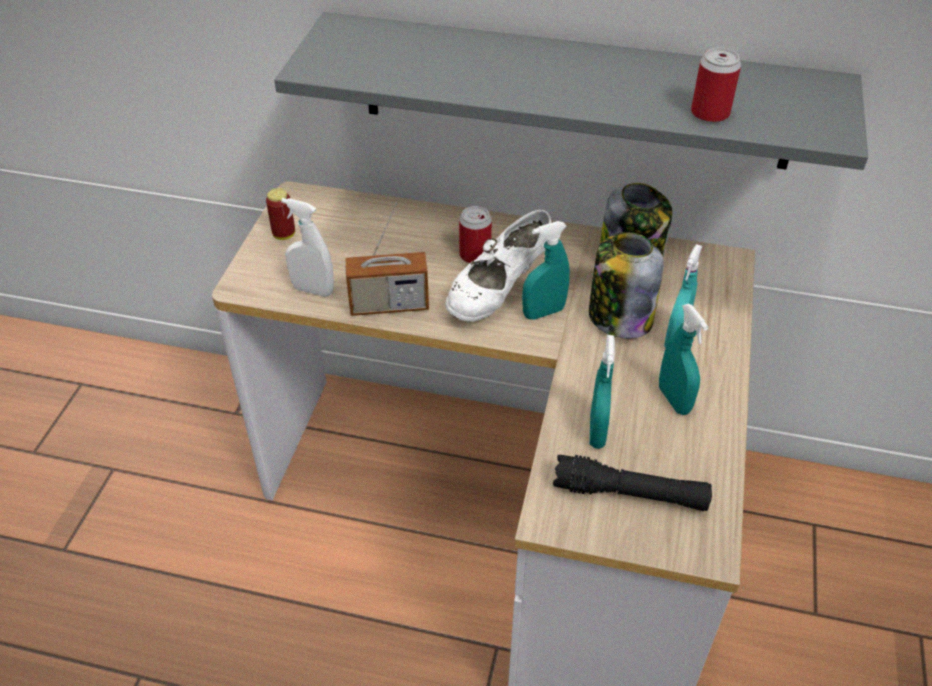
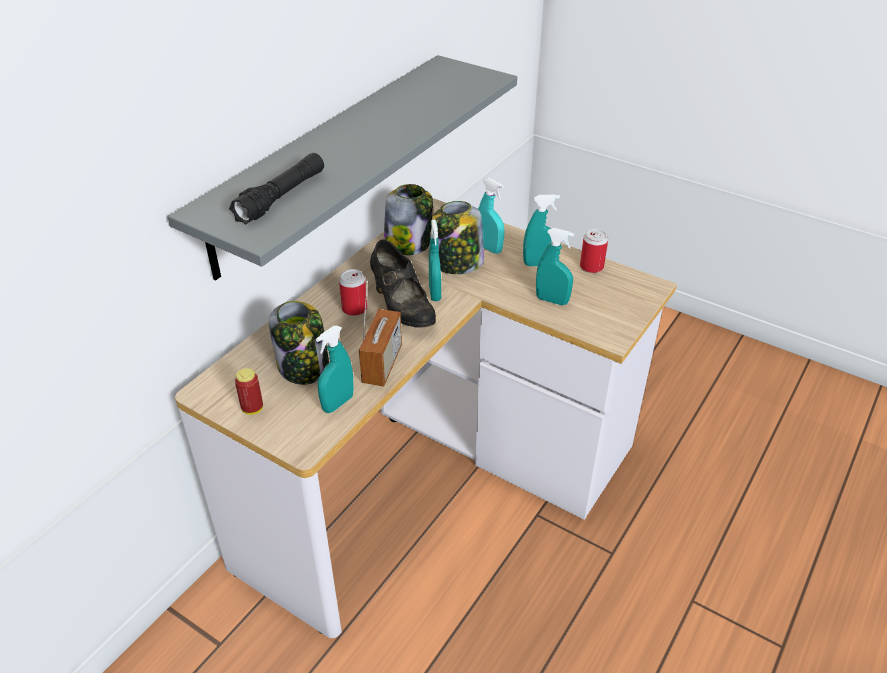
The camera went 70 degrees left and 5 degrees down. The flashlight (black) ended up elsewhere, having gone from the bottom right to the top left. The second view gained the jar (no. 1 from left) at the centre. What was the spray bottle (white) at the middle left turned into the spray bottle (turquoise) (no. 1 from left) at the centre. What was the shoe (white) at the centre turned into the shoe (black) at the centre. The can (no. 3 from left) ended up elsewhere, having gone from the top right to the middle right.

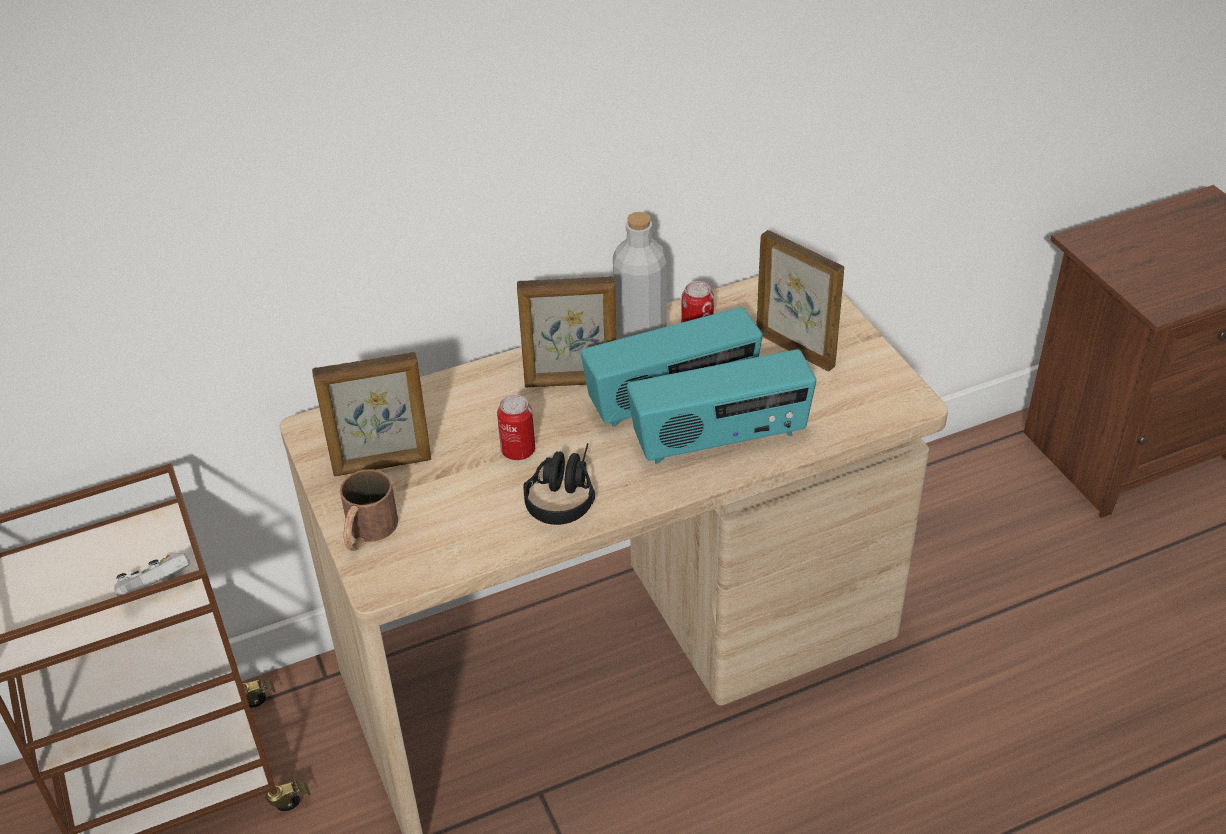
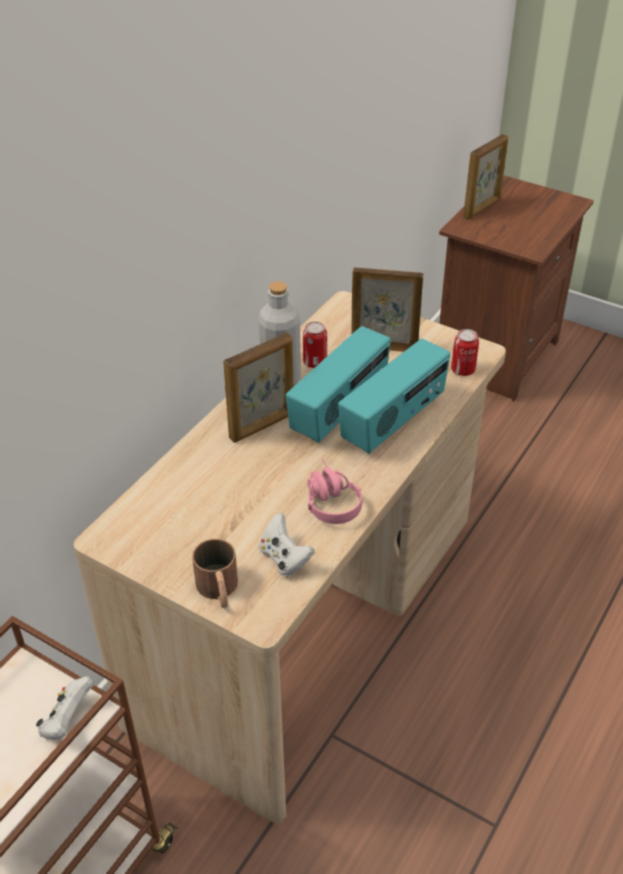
The camera went 35 degrees left and 0 degrees up. The second view gained the game controller (white) (no. 2 from left) at the centre. What was the headphones (black) at the centre turned into the headphones (pink) at the centre. The can (no. 1 from left in the first image) ended up elsewhere, having gone from the centre to the middle right. The picture frame (no. 1 from left in the first image) ended up elsewhere, having gone from the middle left to the top right.

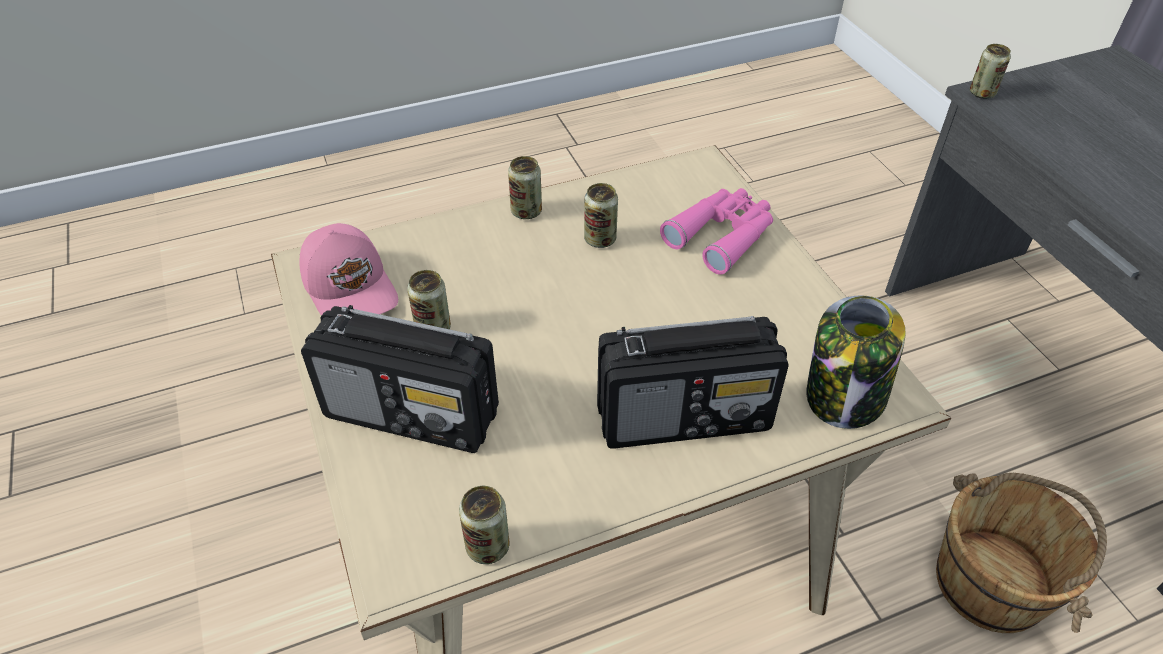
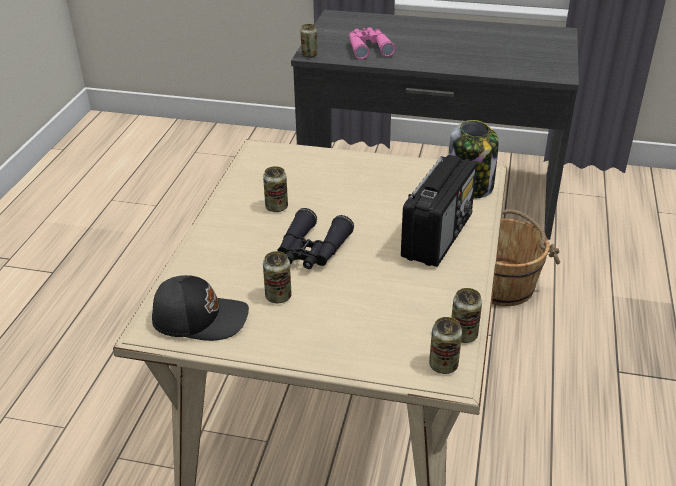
The camera went 55 degrees left and 10 degrees down. What was the cap (pink) at the middle left turned into the cap (black) at the middle left. The second view gained the binoculars (black) at the centre. The binoculars (pink) ended up elsewhere, having gone from the centre to the top centre. The can (no. 3 from left in the first image) ended up elsewhere, having gone from the top centre to the bottom centre. The second view lost the radio (no. 1 from left) at the centre.

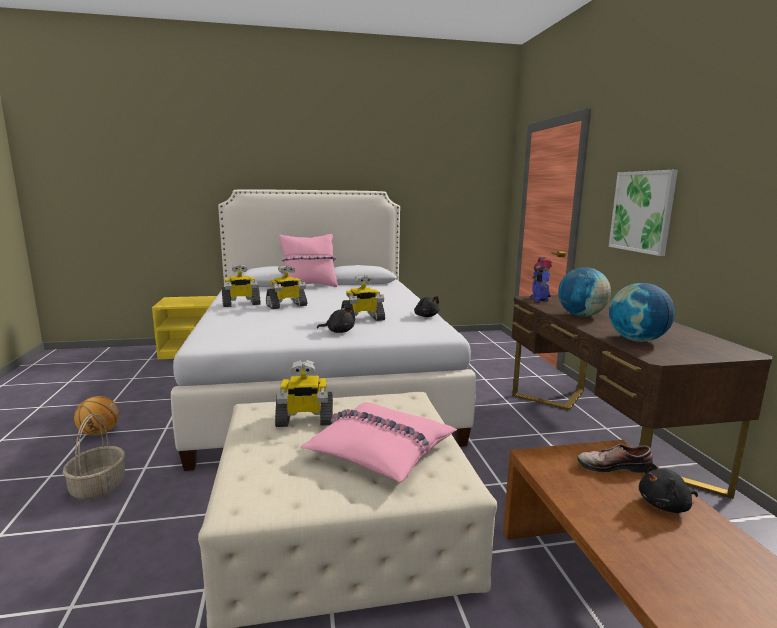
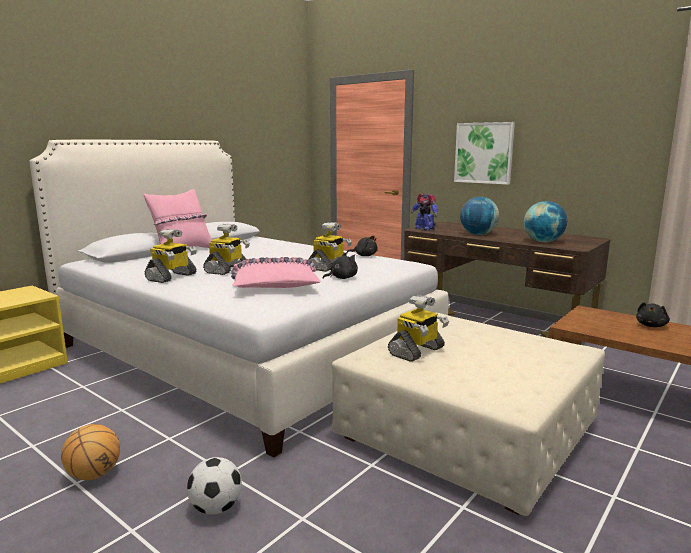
The camera went 40 degrees left and 0 degrees up. Where the basket stood at the bottom left, the football came to stand at the bottom left. The pillow (pink) (no. 2 from left) ended up elsewhere, having gone from the bottom centre to the centre. The second view lost the shoe at the bottom right.

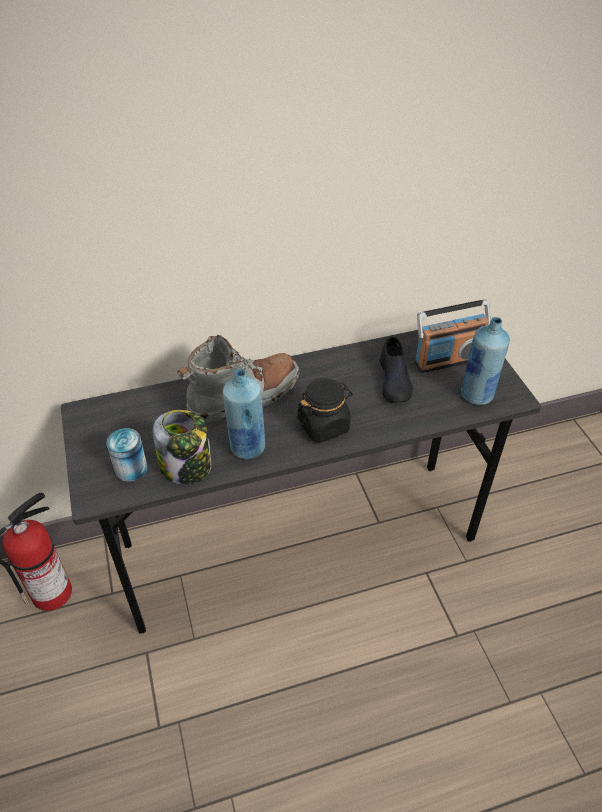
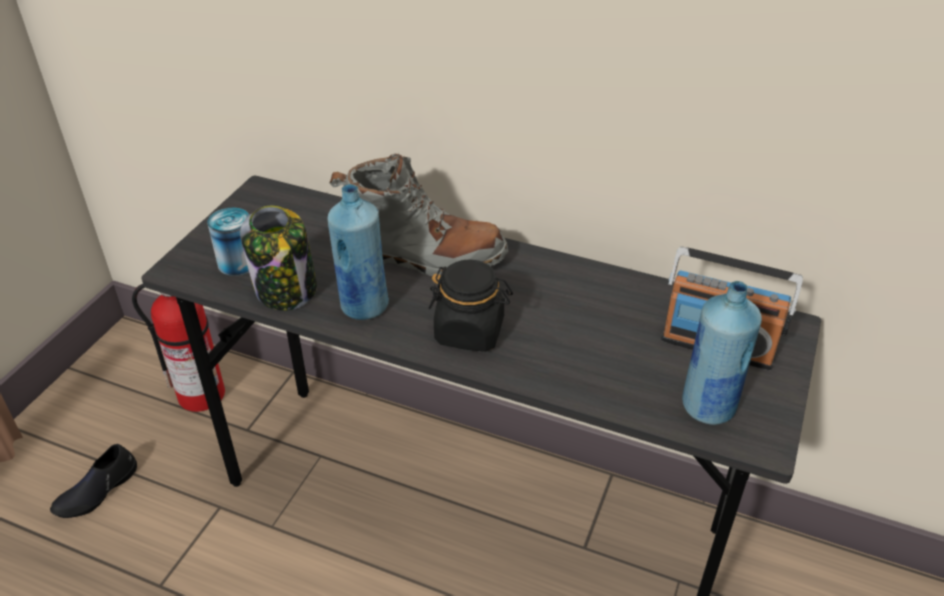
The camera went 40 degrees right and 5 degrees down. The shoe (black) ended up elsewhere, having gone from the centre to the bottom left.

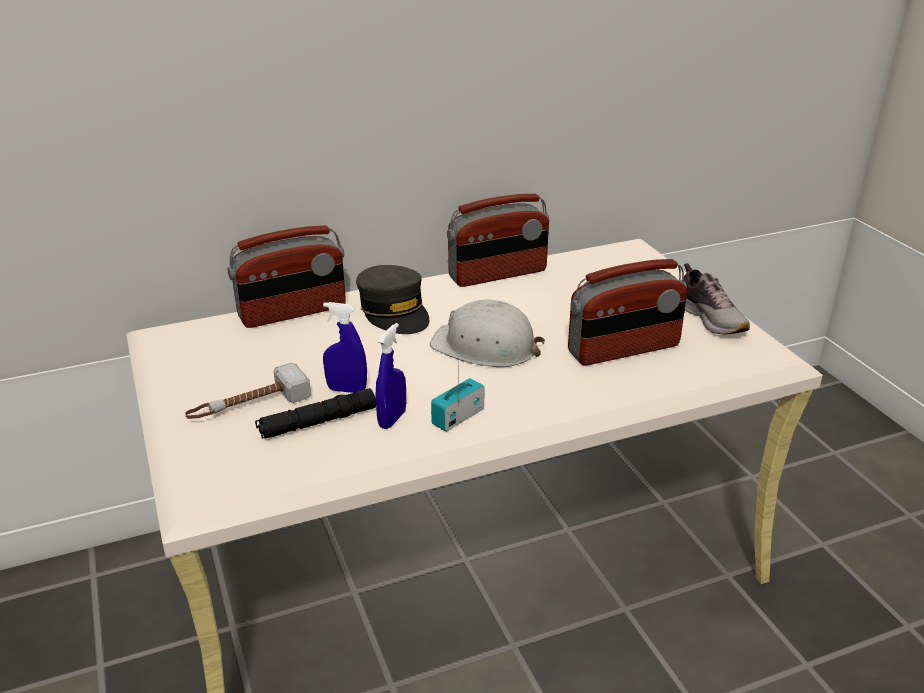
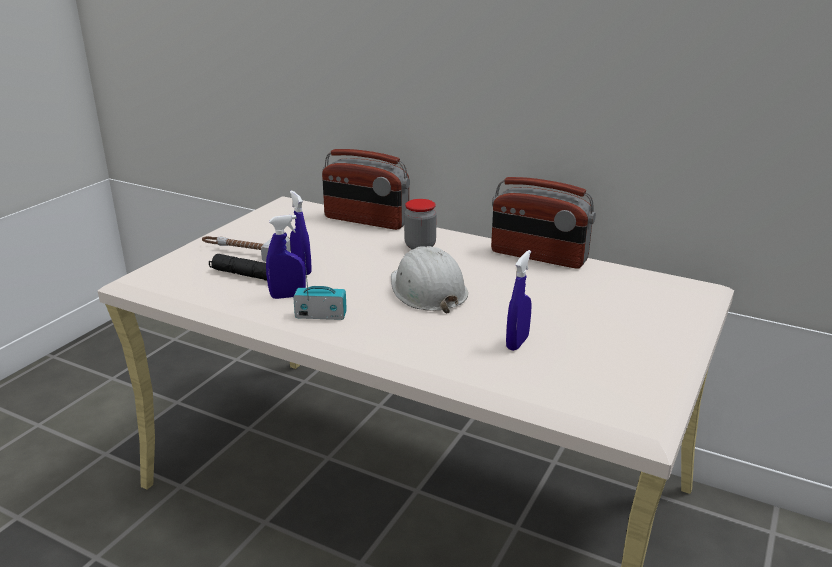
The camera went 50 degrees right and 5 degrees down. Where the cap (grey) stood at the centre, the jar came to stand at the centre. Where the radio (no. 4 from left) stood at the middle right, the spray bottle (blue) (no. 3 from left) came to stand at the centre. The second view lost the shoe at the middle right.

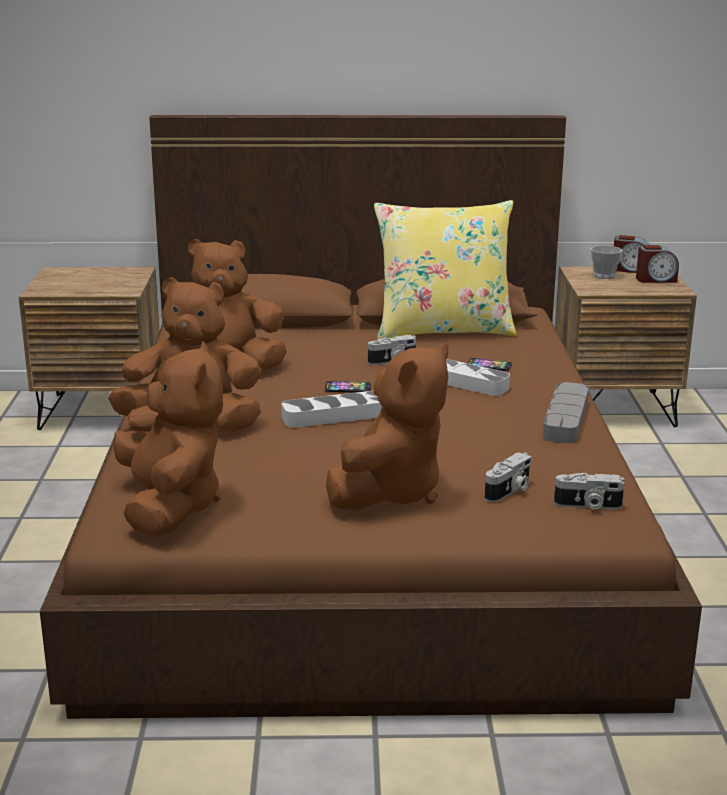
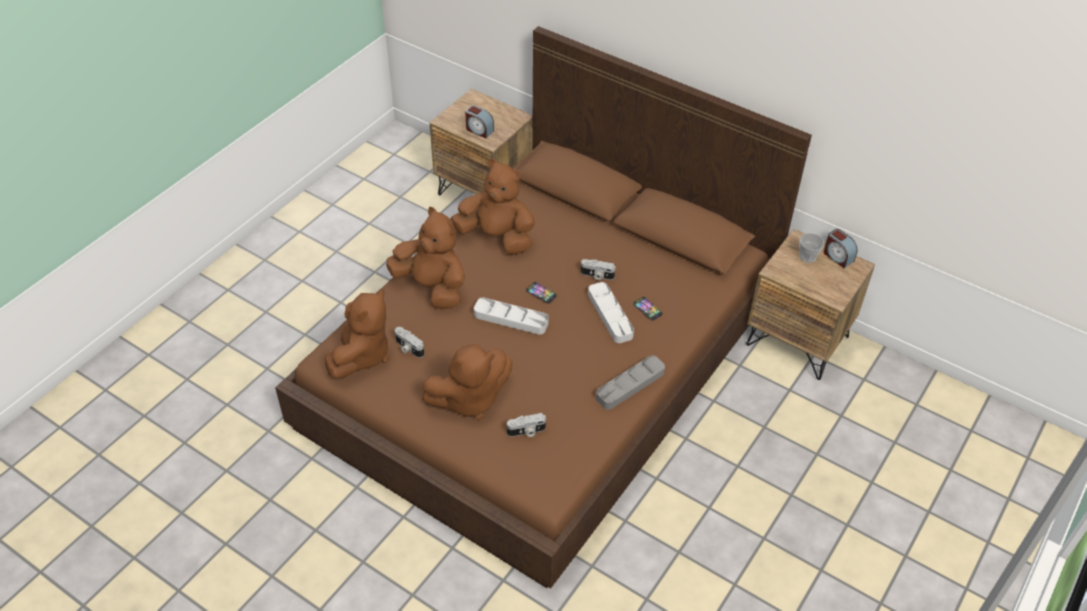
The camera went 35 degrees right and 25 degrees up. The photo camera (no. 3 from left in the first image) ended up elsewhere, having gone from the middle right to the centre. The alarm clock (no. 2 from left in the first image) ended up elsewhere, having gone from the top right to the top centre. The second view lost the pillow (yellow) at the centre.

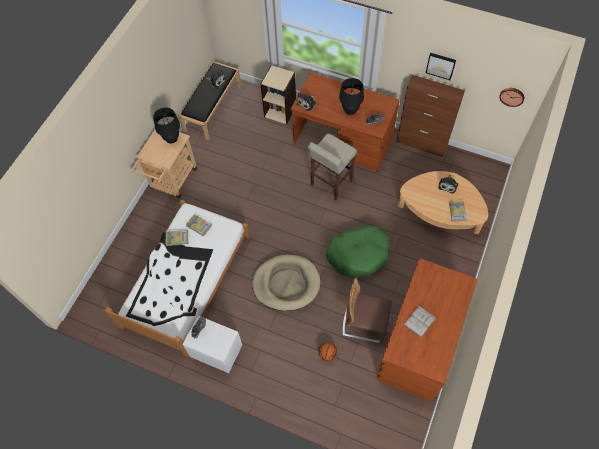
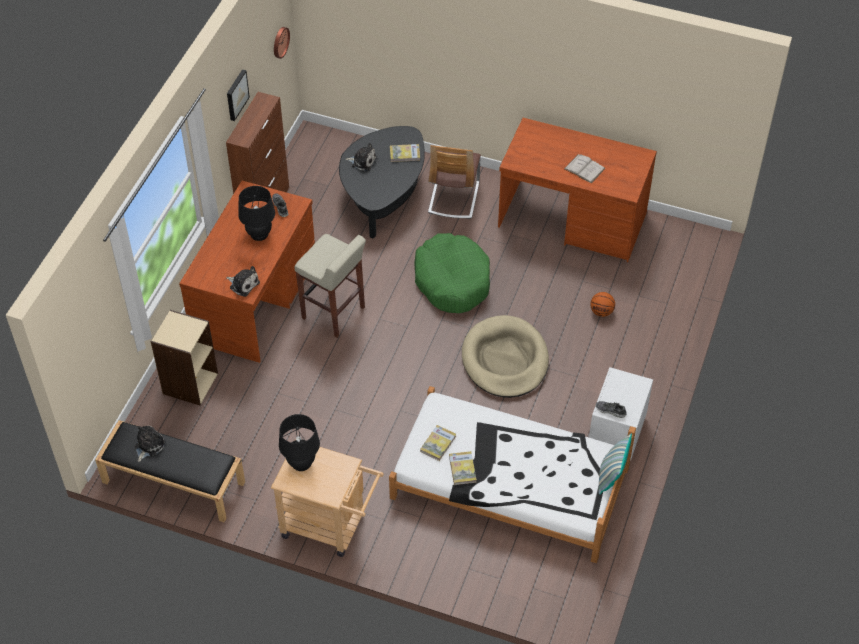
The camera went 95 degrees left and 10 degrees down. What was the coffee table (beige) at the middle right turned into the coffee table (black) at the top centre. The chair ended up elsewhere, having gone from the bottom centre to the top centre. The second view gained the pillow at the bottom right.

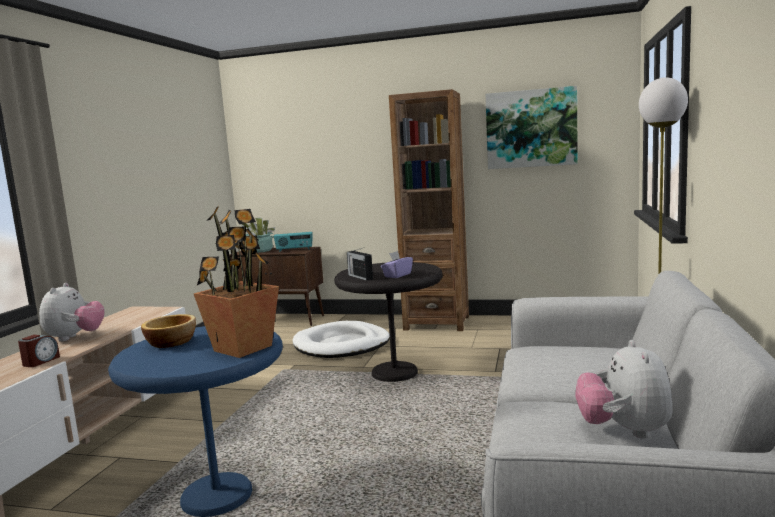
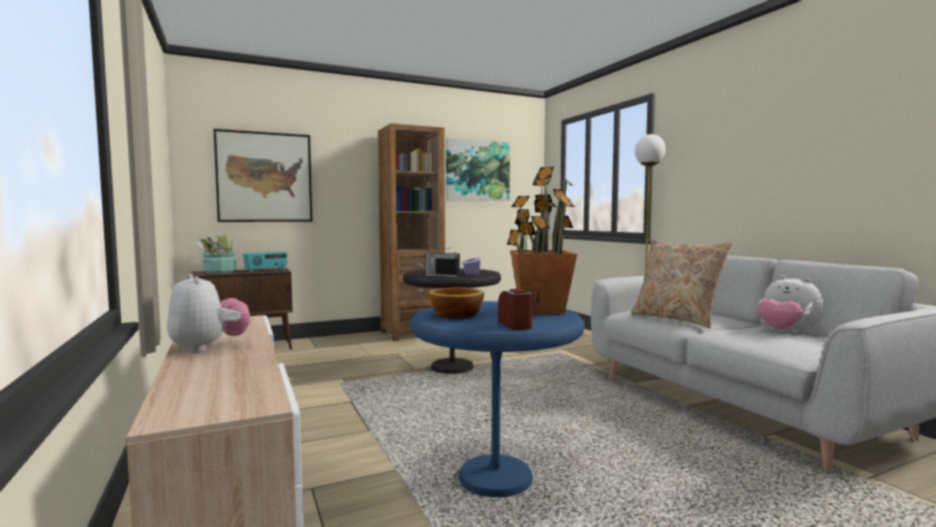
The camera went 40 degrees left and 5 degrees down. The second view gained the picture (no. 1 from left) at the top left. The alarm clock ended up elsewhere, having gone from the bottom left to the centre. The second view gained the pillow (beige) at the middle right. The second view lost the dog bed (white) at the centre.

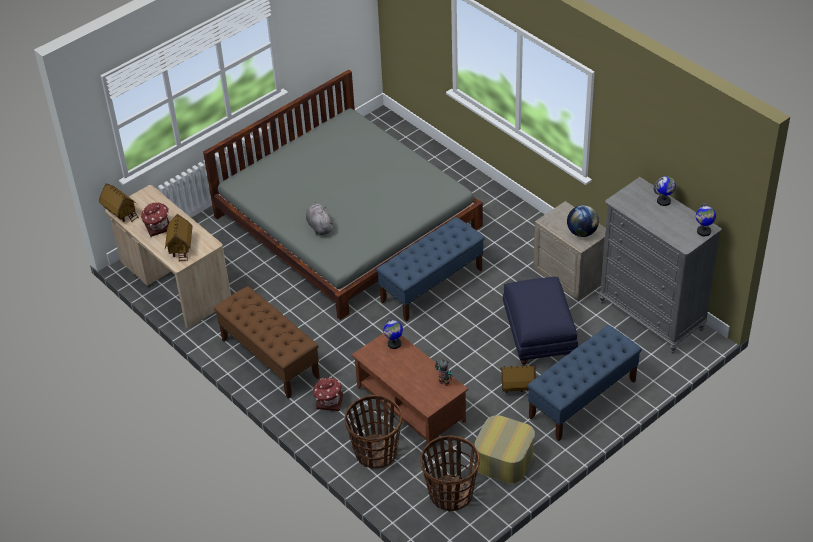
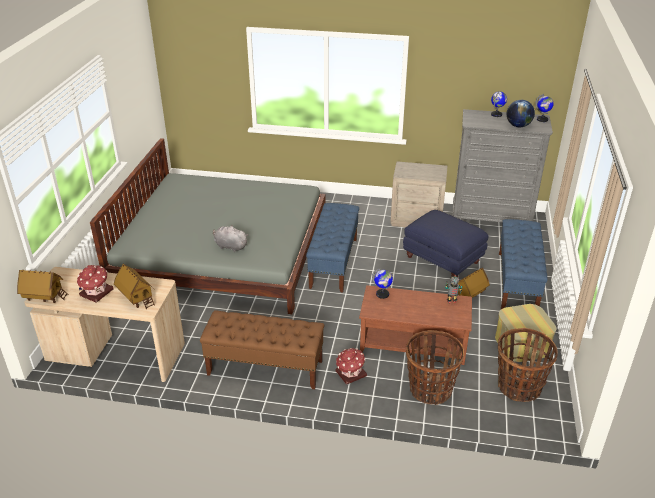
The camera went 40 degrees left and 10 degrees down. The globe (no. 2 from left in the first image) ended up elsewhere, having gone from the middle right to the top right.

